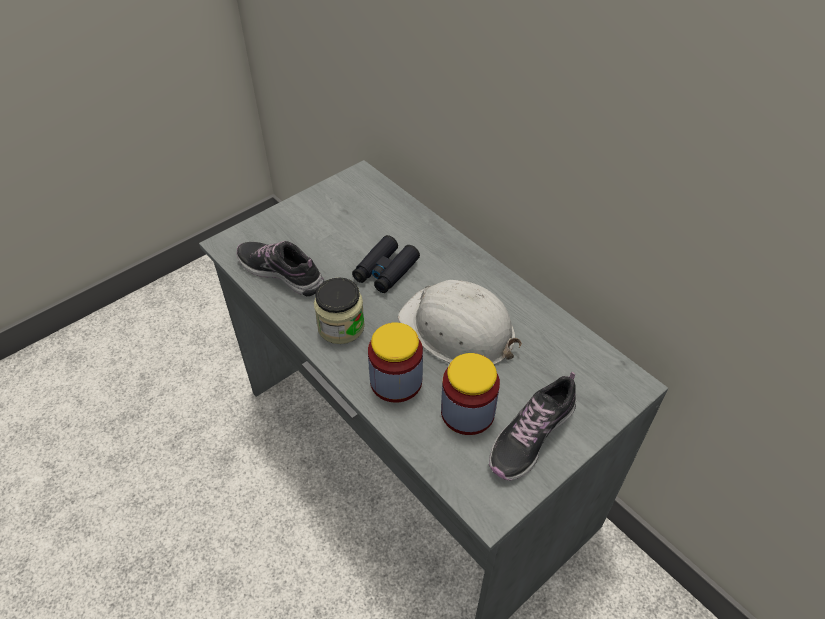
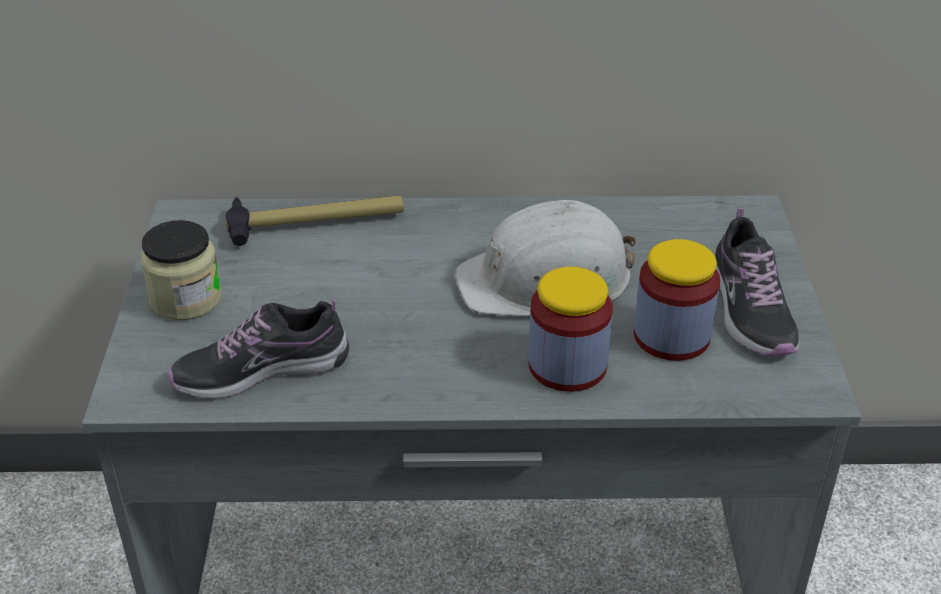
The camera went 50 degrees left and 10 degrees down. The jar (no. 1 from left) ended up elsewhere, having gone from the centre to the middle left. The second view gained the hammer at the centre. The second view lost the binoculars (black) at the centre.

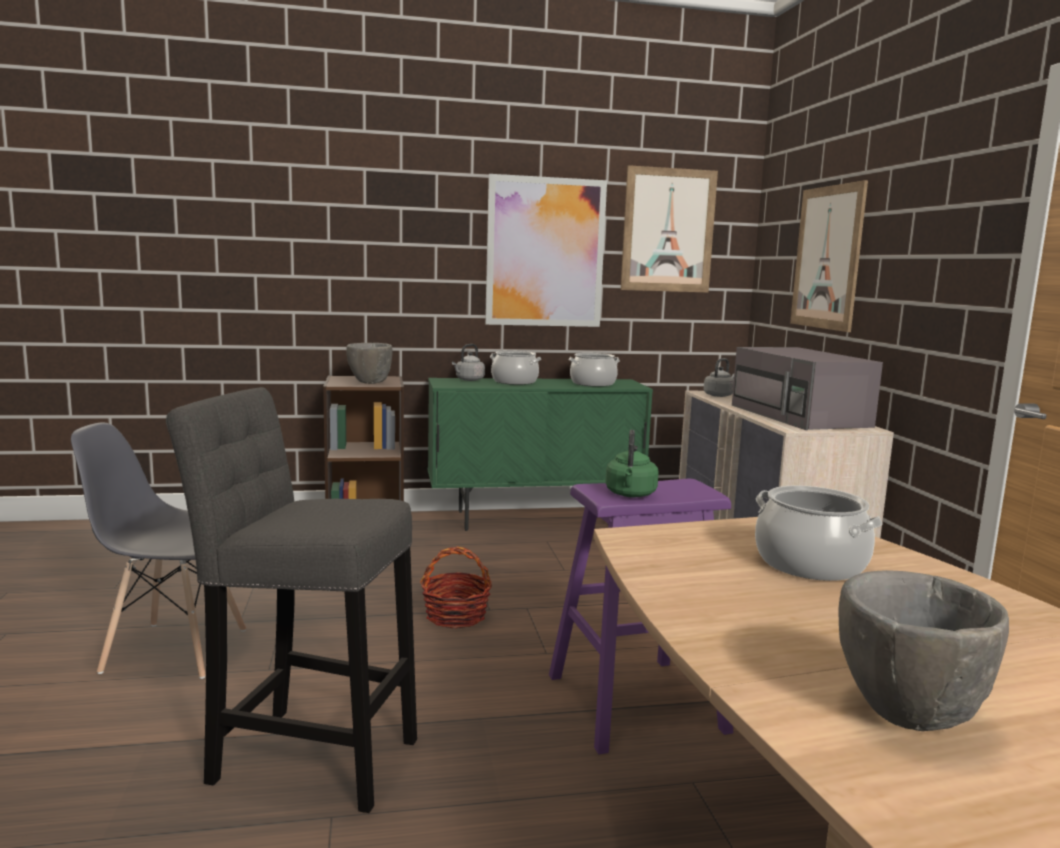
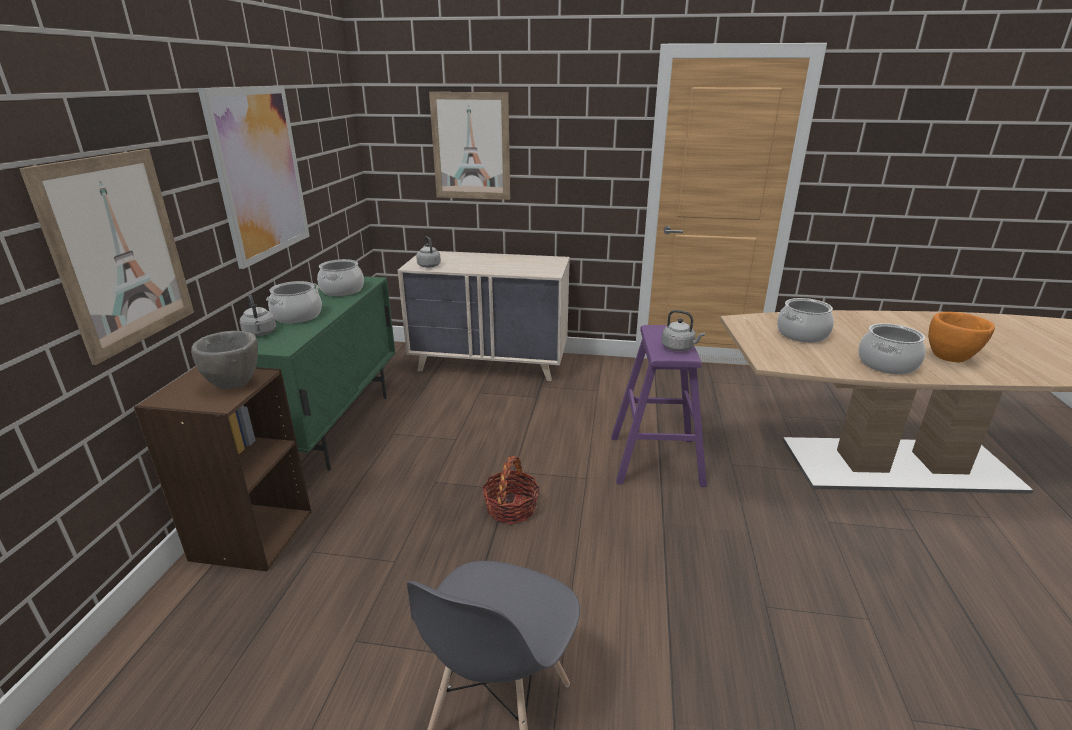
The camera went 70 degrees left and 15 degrees up. The picture (no. 2 from left in the first image) ended up elsewhere, having gone from the top centre to the middle left. What was the kettle (green) at the centre turned into the kettle (grey) (no. 3 from left) at the centre. The second view gained the cooking pot (no. 4 from left) at the middle right. What was the bowl (grey) (no. 2 from left) at the bottom right turned into the bowl (orange) at the middle right. The second view lost the stool (grey) at the bottom left. The second view lost the microwave (grey) at the middle right.

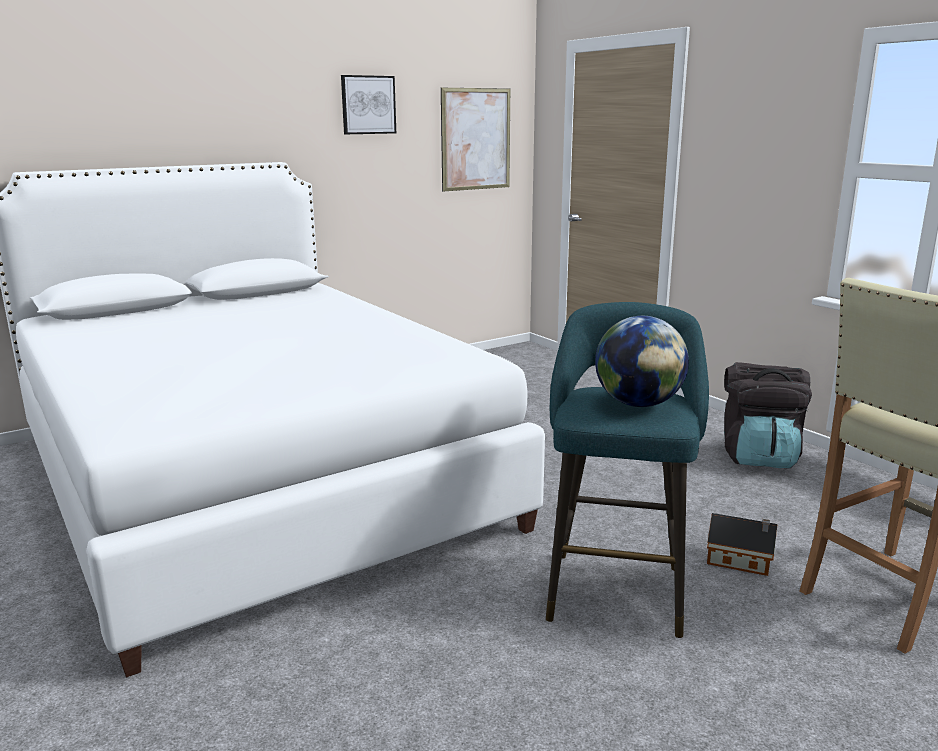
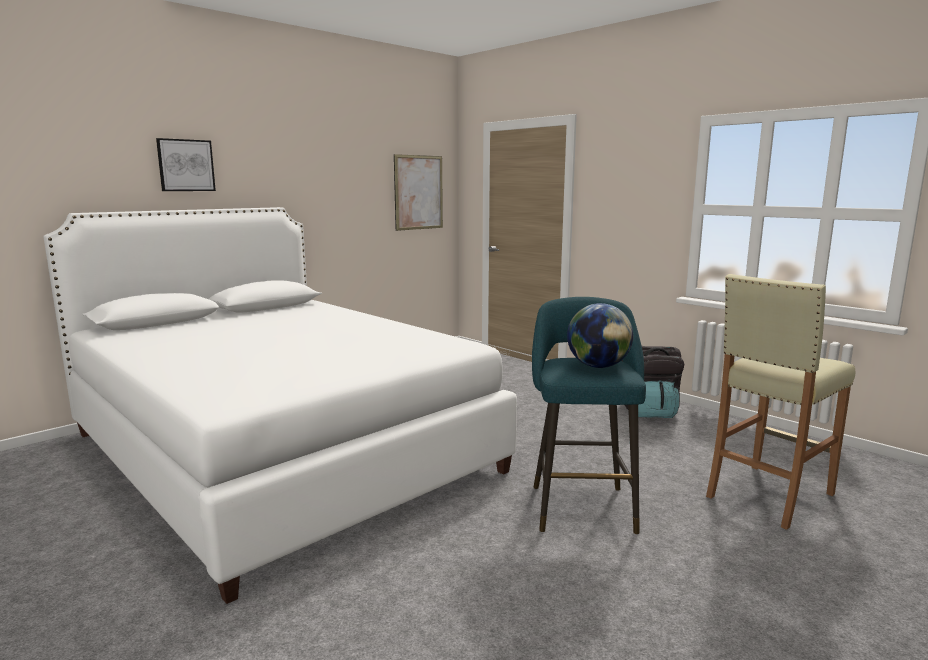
The camera went 10 degrees left and 5 degrees down. The picture (no. 1 from left) ended up elsewhere, having gone from the top centre to the top left. The second view lost the toy house at the bottom right.

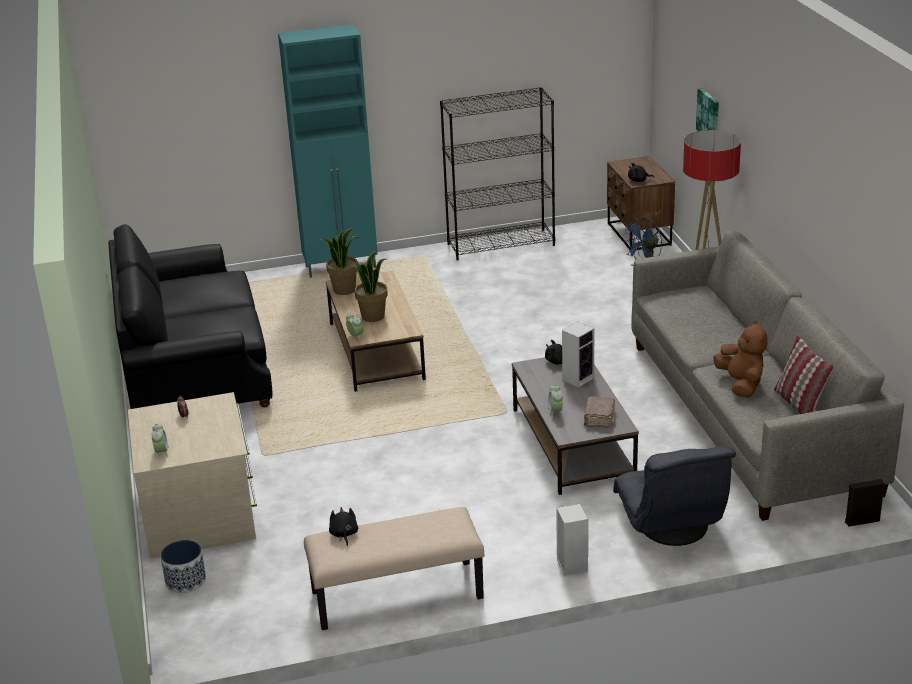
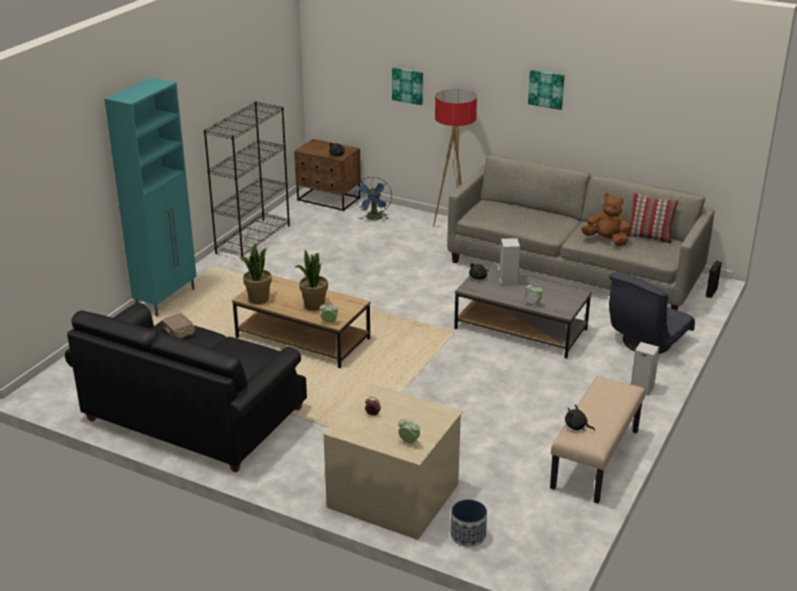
The camera went 50 degrees left and 0 degrees up. The book (brown) ended up elsewhere, having gone from the centre to the middle left. The second view gained the picture (no. 2 from left) at the top right. The armchair (grey) at the bottom right ended up facing another way, 105 degrees clockwise from before.

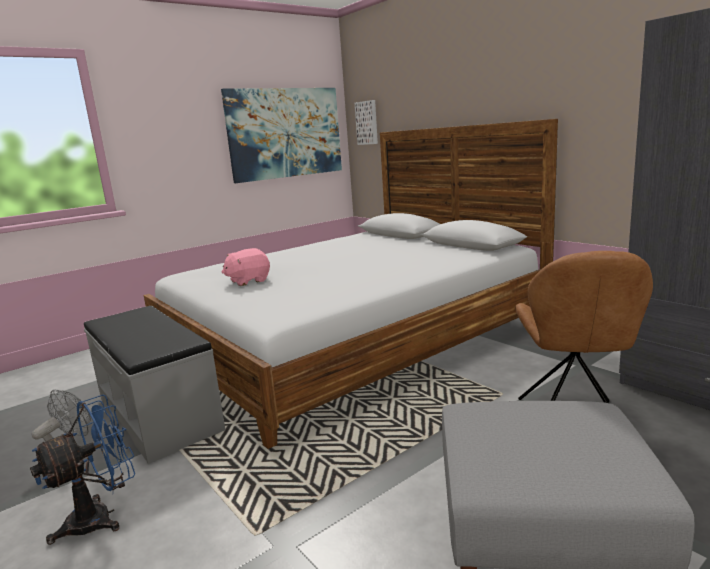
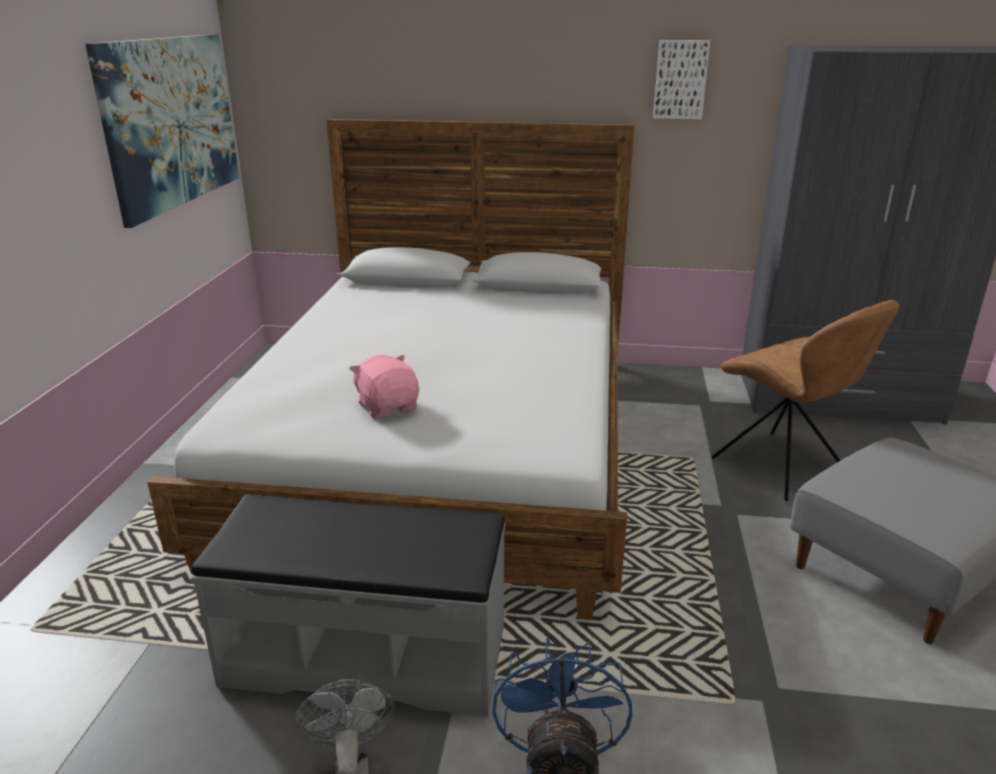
The camera went 45 degrees left and 10 degrees up. The plush toy (pink) at the centre ended up facing another way, 135 degrees clockwise from before. The picture (no. 2 from left) ended up elsewhere, having gone from the top centre to the top right.

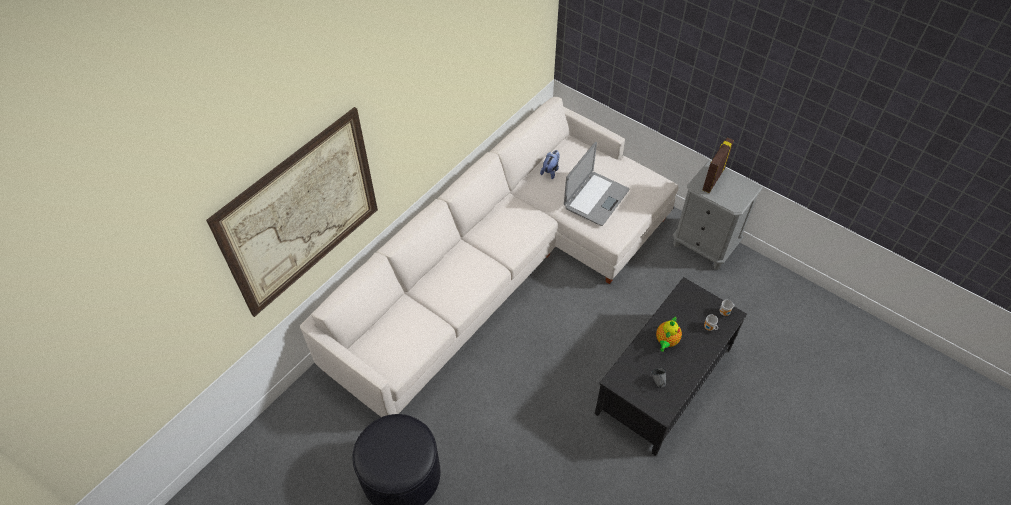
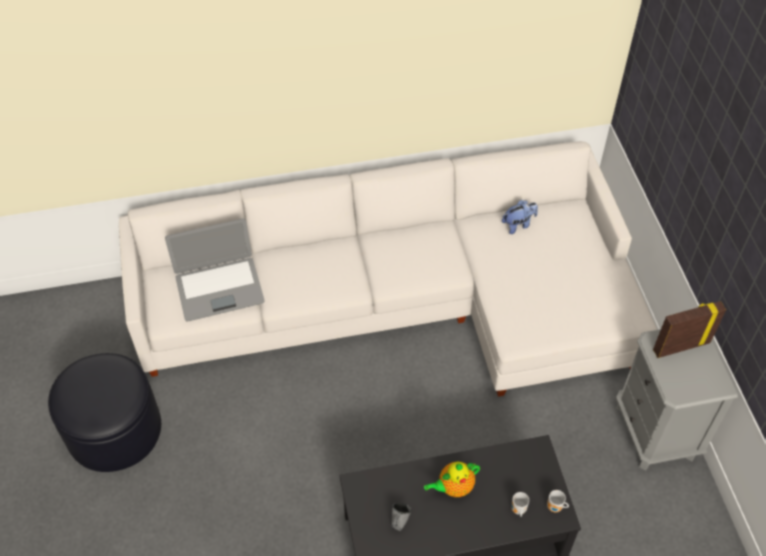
The camera went 40 degrees right and 0 degrees up. The laptop ended up elsewhere, having gone from the centre to the middle left. The second view lost the picture at the middle left.

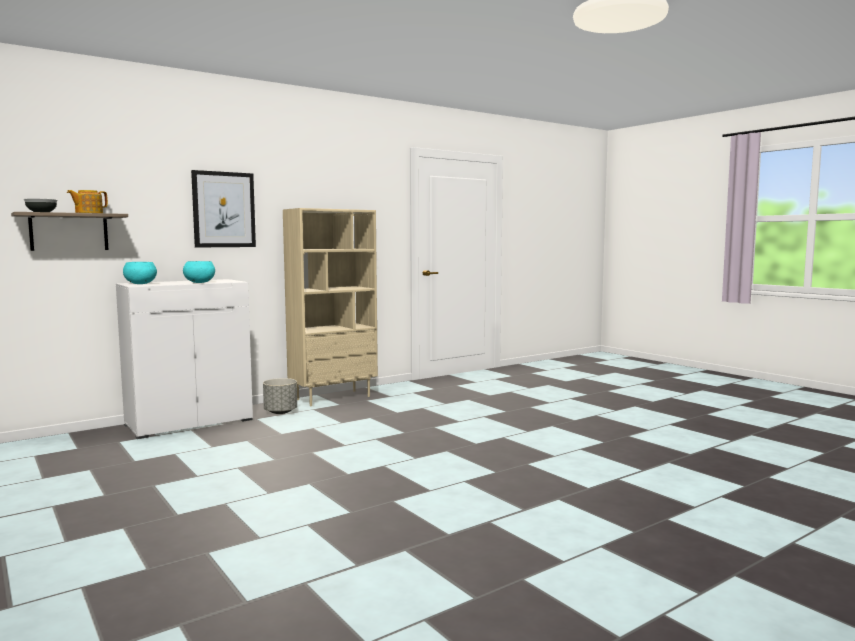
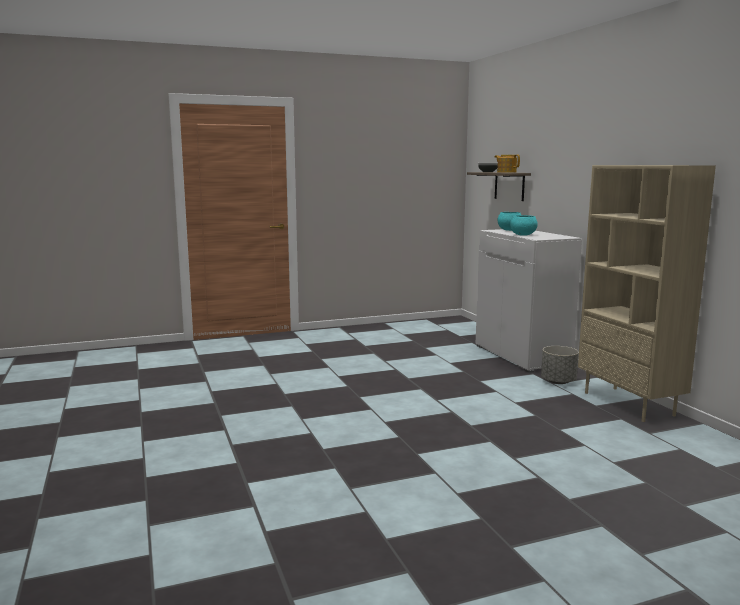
The camera went 105 degrees right and 5 degrees up. The second view lost the picture at the top left.

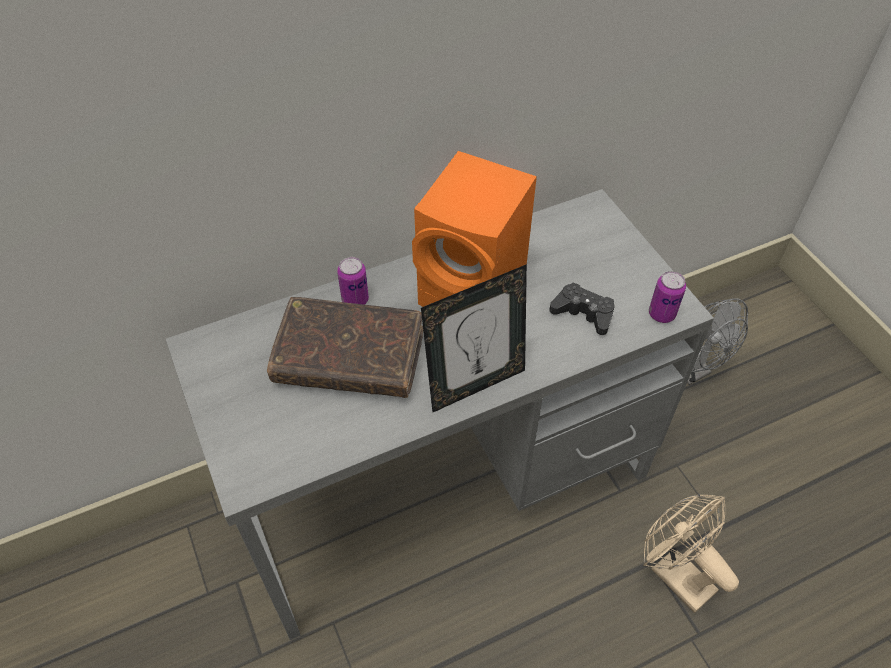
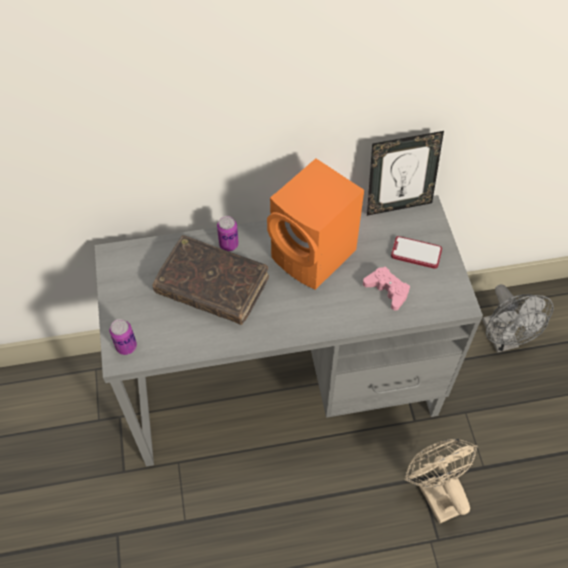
The camera went 15 degrees right and 5 degrees up. The can (no. 2 from left in the first image) ended up elsewhere, having gone from the middle right to the middle left. What was the game controller (black) at the centre turned into the game controller (pink) at the middle right. The picture frame ended up elsewhere, having gone from the centre to the top right. The second view gained the phone at the middle right.

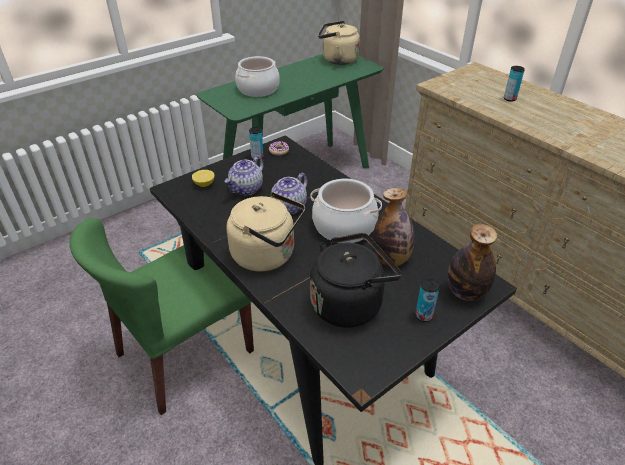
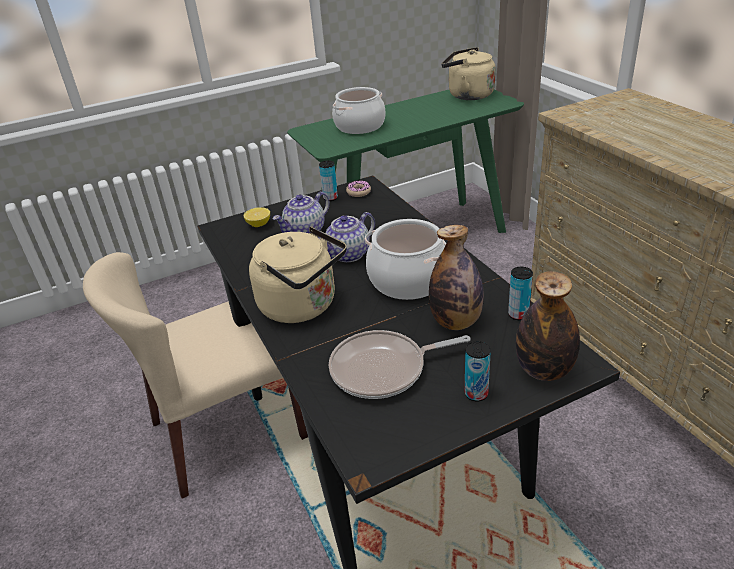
The camera went 15 degrees right and 5 degrees down. What was the chair (green) at the bottom left turned into the chair (beige) at the middle left. Where the kettle (black) stood at the centre, the frying pan came to stand at the centre. The can (no. 3 from left) ended up elsewhere, having gone from the top right to the middle right.

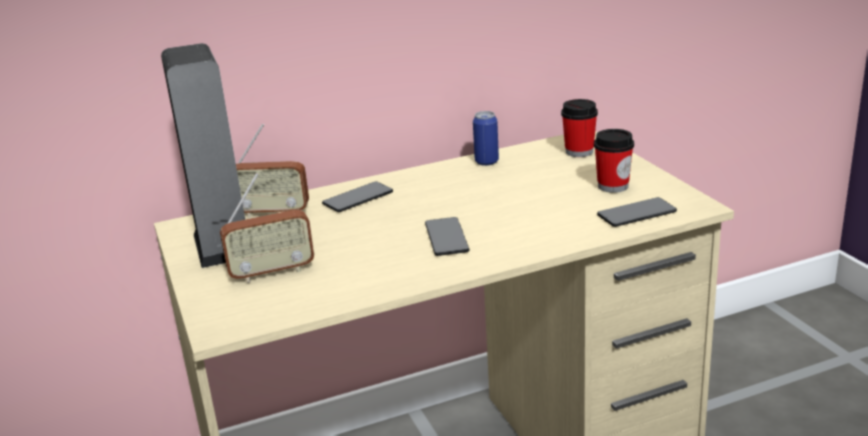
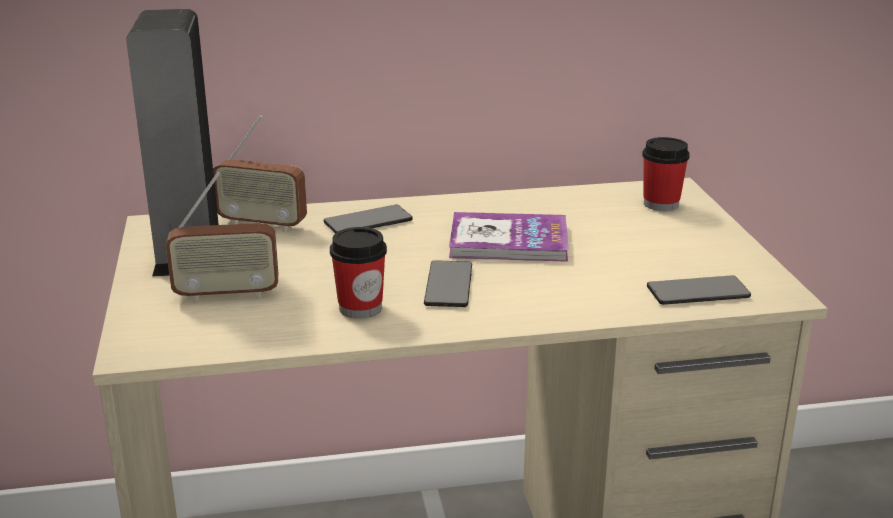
The camera went 10 degrees right and 0 degrees up. The cup (no. 2 from left in the first image) ended up elsewhere, having gone from the middle right to the centre. The second view gained the book at the centre. The second view lost the can at the top centre.

